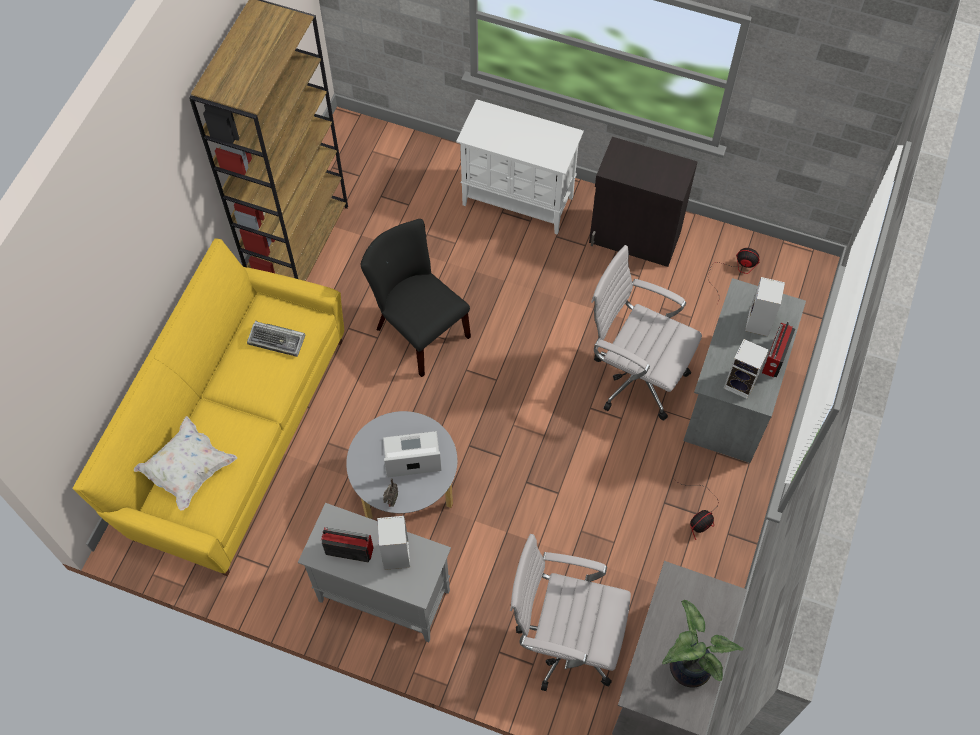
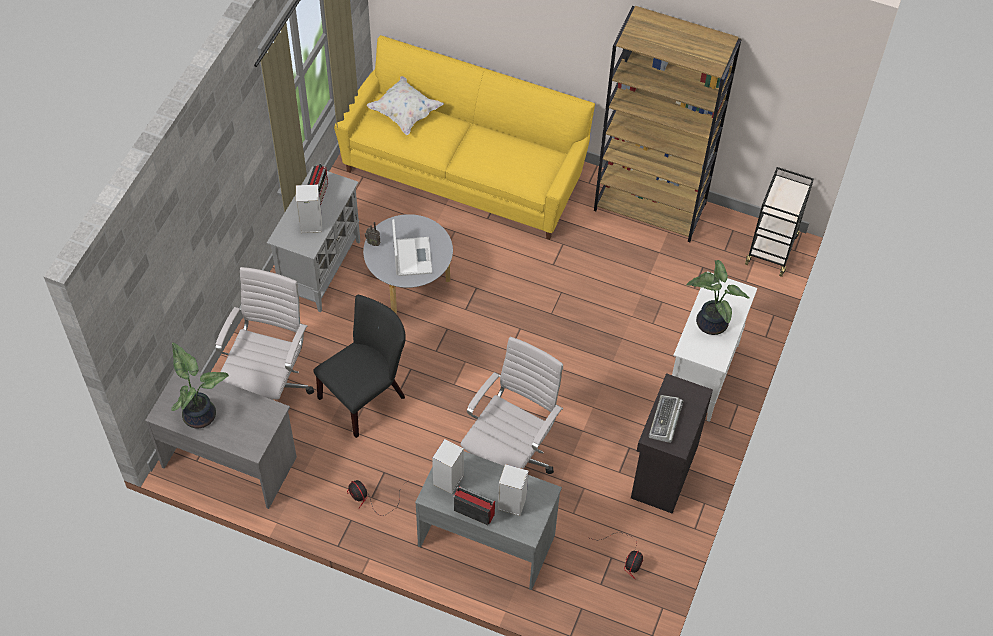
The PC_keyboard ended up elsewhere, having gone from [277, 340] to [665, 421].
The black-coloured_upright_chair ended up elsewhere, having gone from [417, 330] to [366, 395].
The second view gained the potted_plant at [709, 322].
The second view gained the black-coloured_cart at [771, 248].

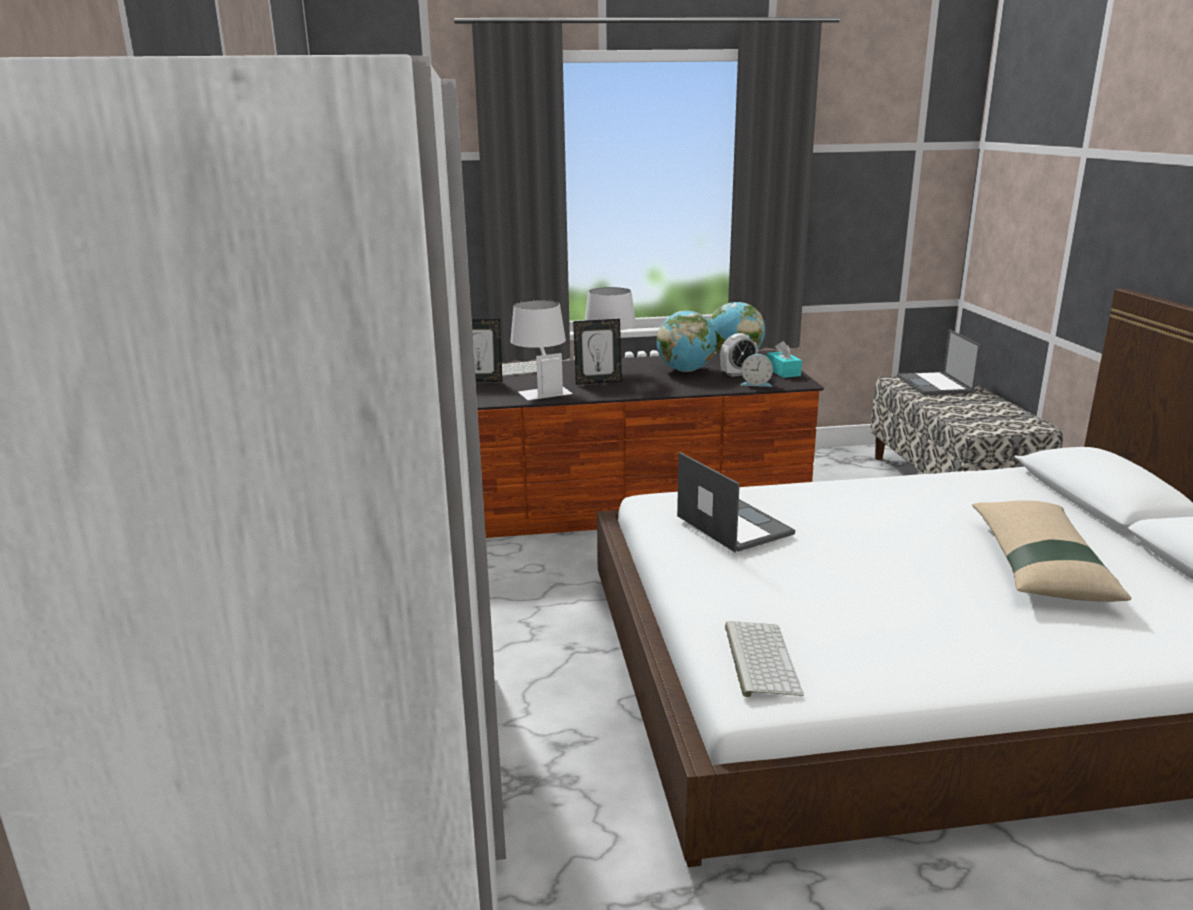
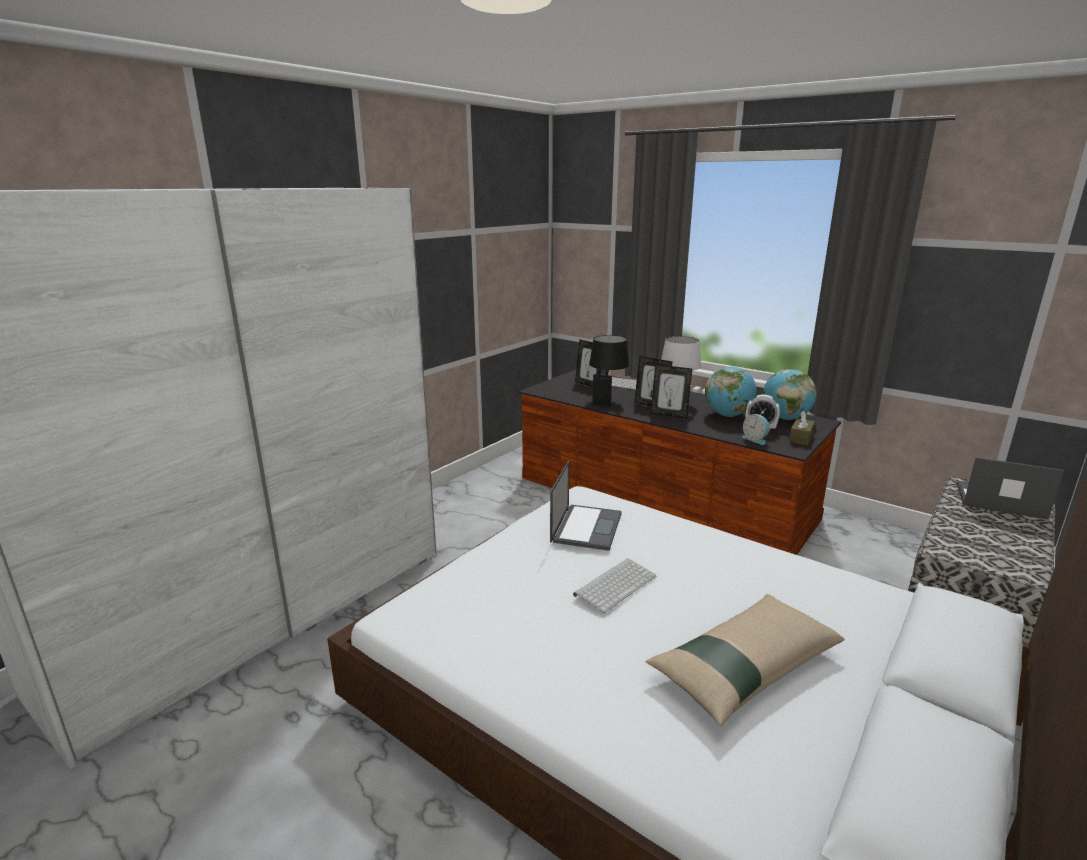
What was the white-coloured_lamp_for_a_table at [541, 390] turned into the black-coloured_lamp_for_a_table at [606, 399].
The PC_keyboard ended up elsewhere, having gone from [759, 658] to [615, 584].
What was the turquoise_box_of_tissues at [783, 372] turned into the brownish_box_of_tissues at [801, 438].
The notebook_computer at [935, 385] ended up facing another way, 75 degrees clockwise from before.
The second view gained the standing_frame at [669, 414].

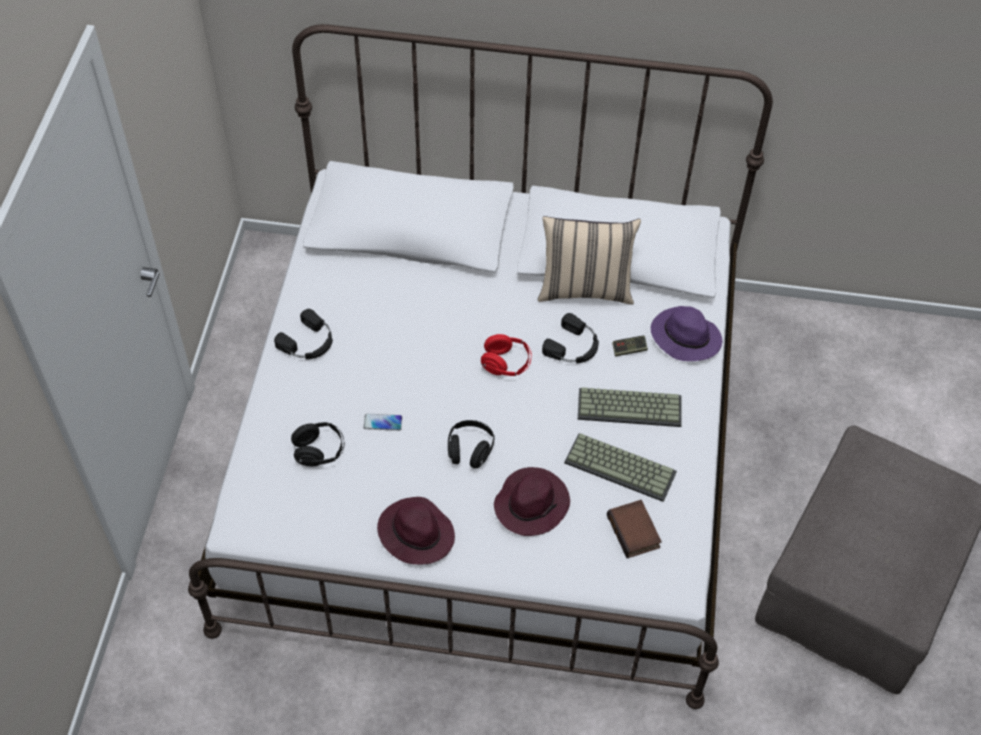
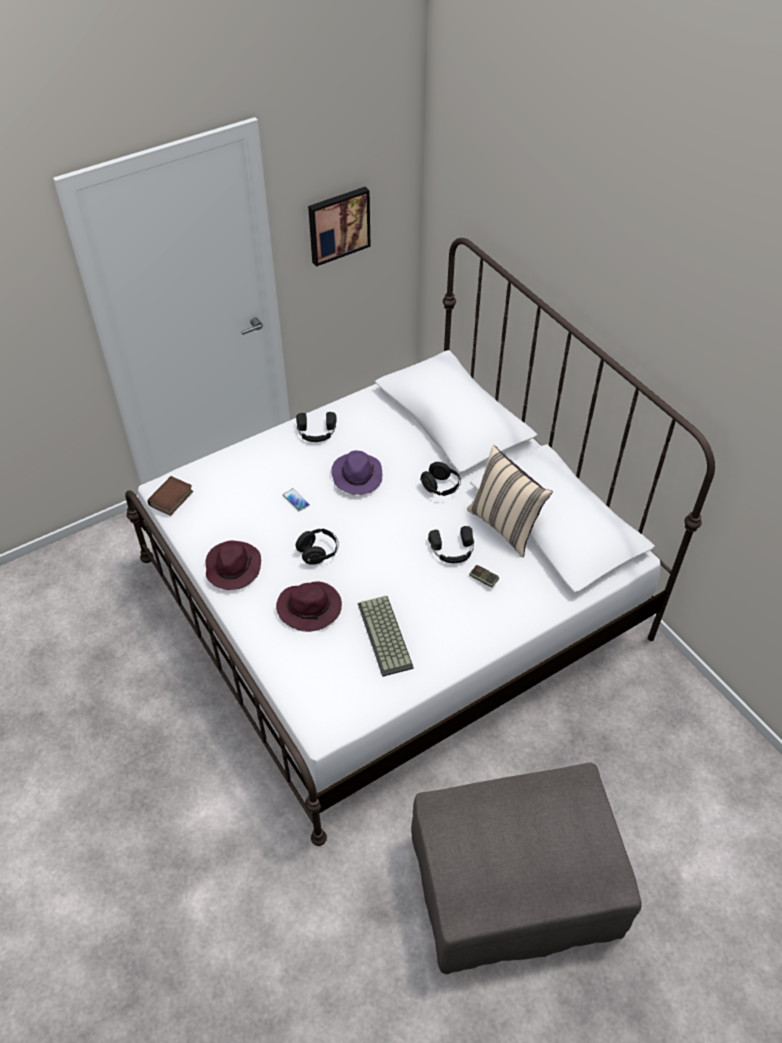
The black-coloured_headphones ended up elsewhere, having gone from [319, 451] to [440, 487].
The second view lost the red_headphones at [506, 364].
The second view lost the PC_keyboard at [630, 406].
The book ended up elsewhere, having gone from [635, 532] to [172, 499].
The purple_hat ended up elsewhere, having gone from [684, 337] to [357, 476].
The second view gained the picture at [338, 225].

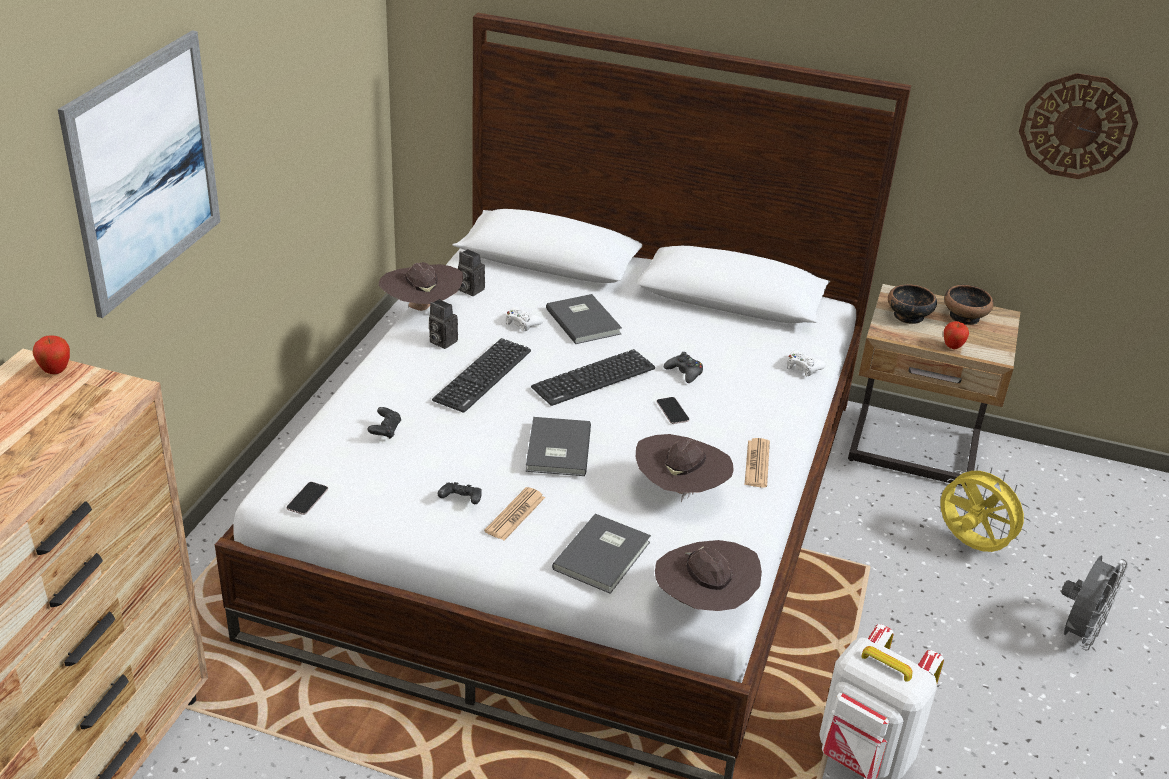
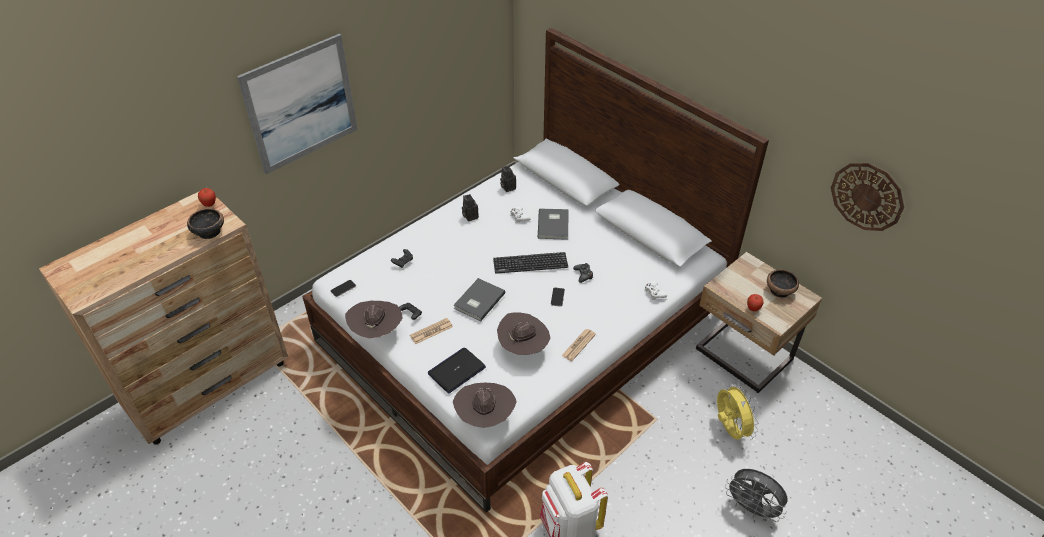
The brownish_hat ended up elsewhere, having gone from [422, 309] to [377, 331].
The second view lost the PC_keyboard at [483, 375].
Where the grey_book stood at [604, 555], the notebook_computer came to stand at [456, 370].
The bowl ended up elsewhere, having gone from [908, 316] to [209, 232].
The grey_fan at [1078, 634] ended up facing another way, 60 degrees clockwise from before.

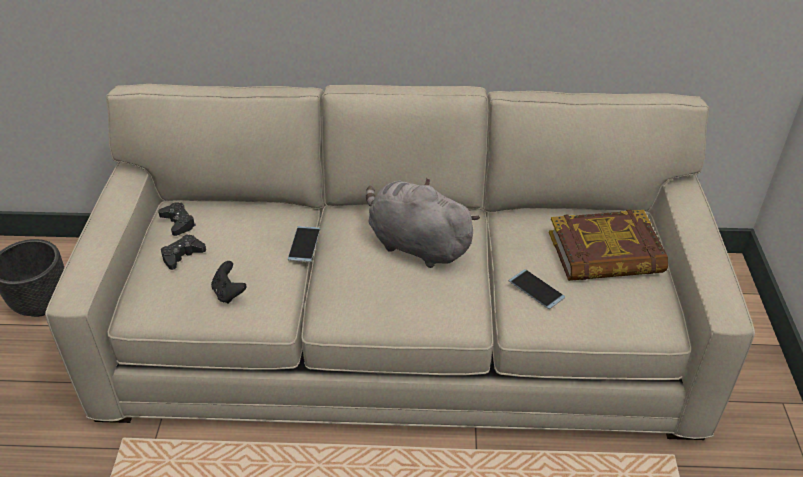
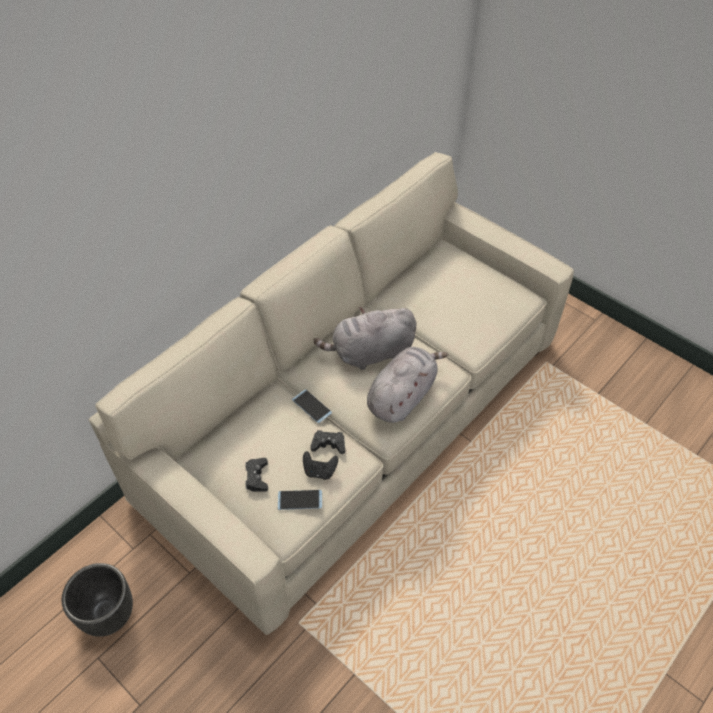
The black-coloured_joypad ended up elsewhere, having gone from [178, 222] to [329, 444].
The telephone ended up elsewhere, having gone from [536, 289] to [300, 500].
The second view lost the book at [605, 254].
The second view gained the grey_plush_toy at [402, 396].

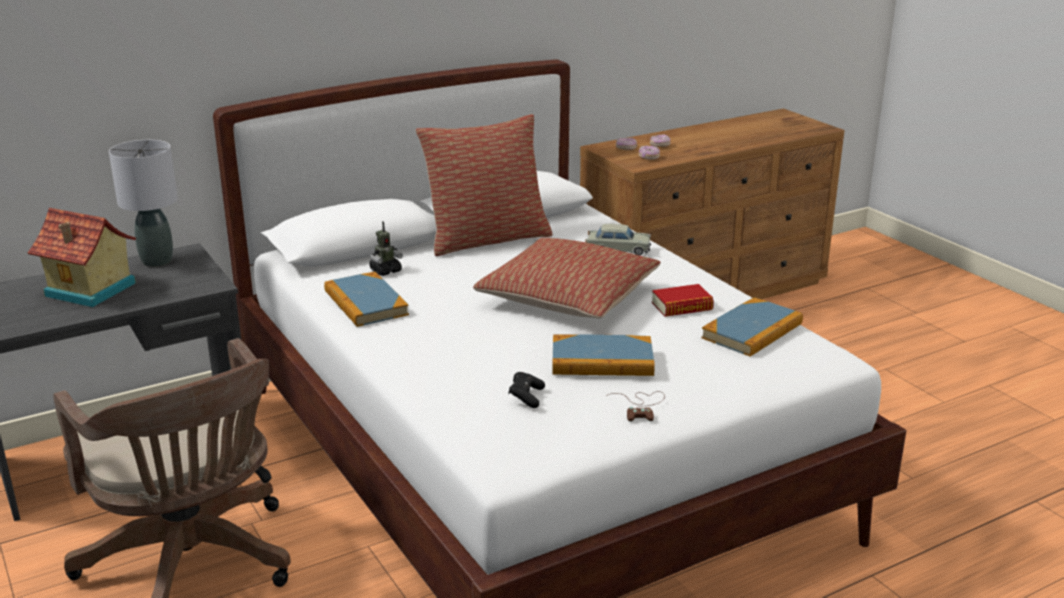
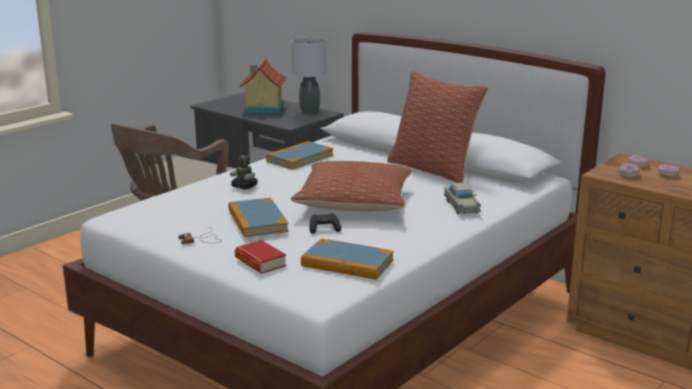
The toy_robot ended up elsewhere, having gone from [385, 271] to [244, 186].
The black-coloured_joypad ended up elsewhere, having gone from [526, 397] to [324, 229].
The book ended up elsewhere, having gone from [682, 306] to [260, 262].

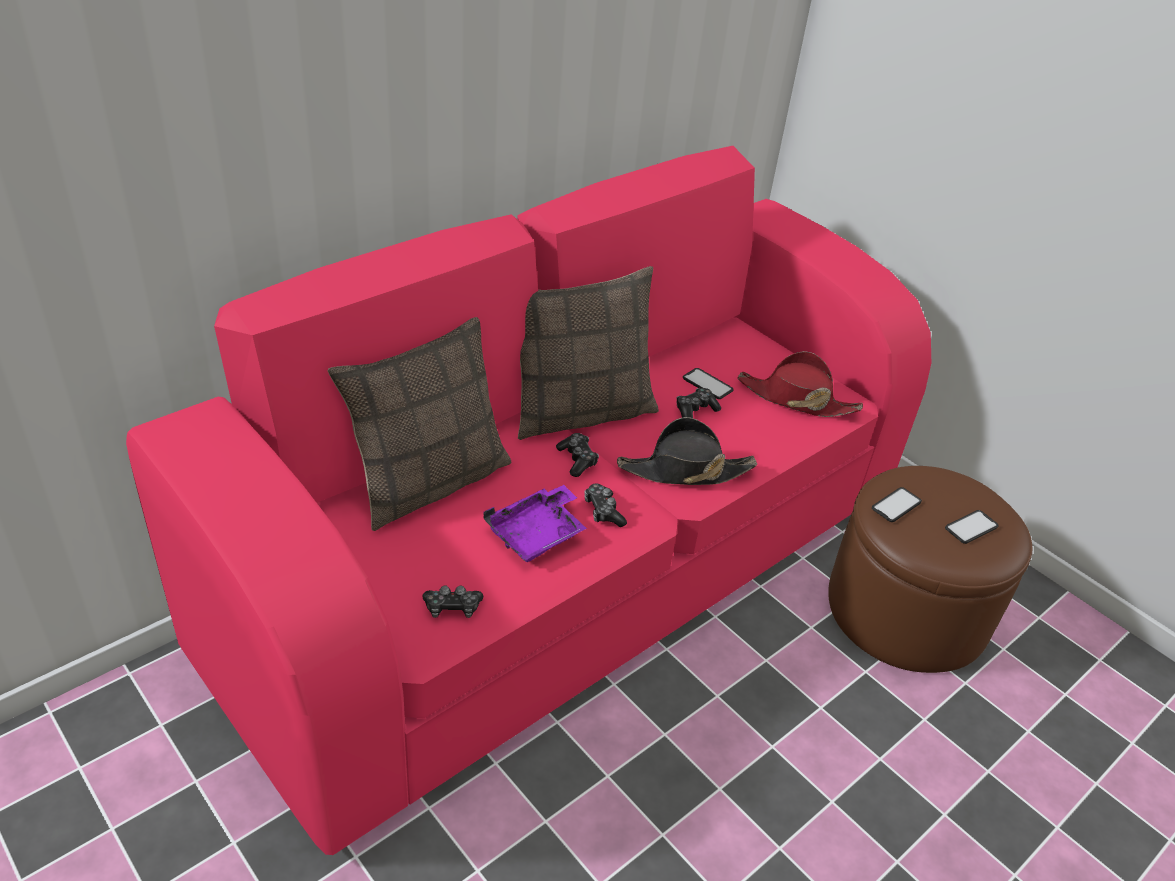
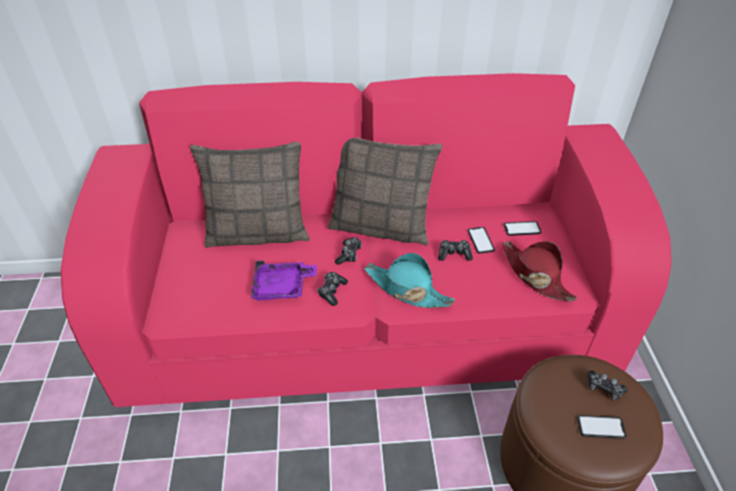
The joypad ended up elsewhere, having gone from [452, 608] to [604, 388].
What was the black-coloured_hat at [685, 471] turned into the turquoise_hat at [407, 289].
The telephone ended up elsewhere, having gone from [896, 505] to [522, 229].

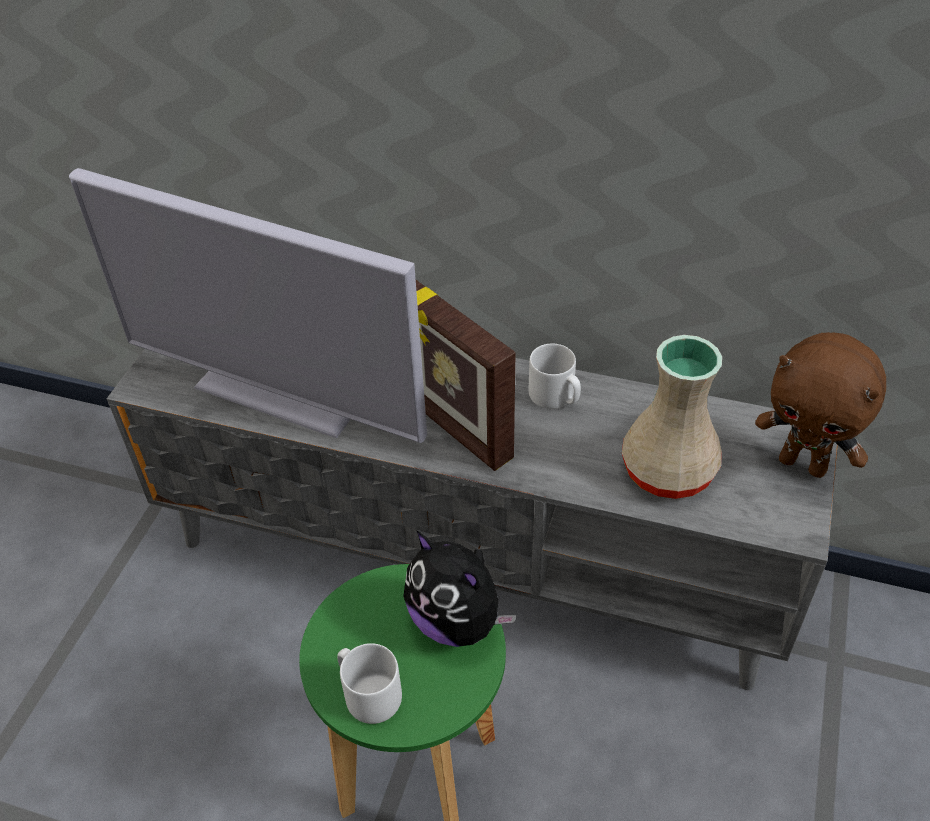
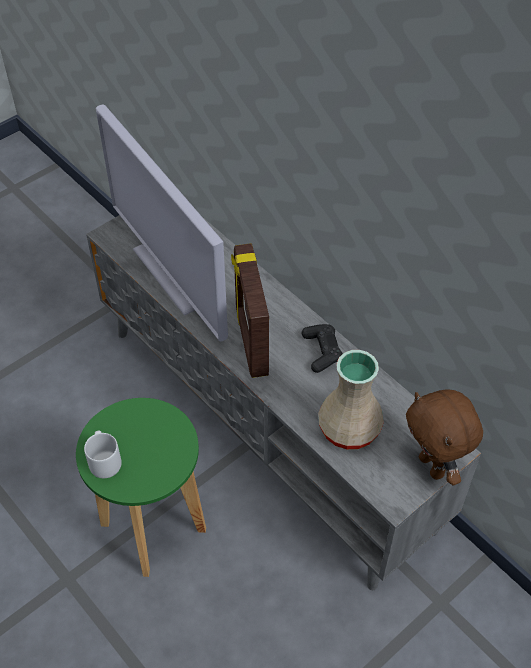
The second view lost the plush_toy at [457, 621].
Where the grey_tea_mug stood at [555, 397], the black-coloured_joypad came to stand at [322, 351].

